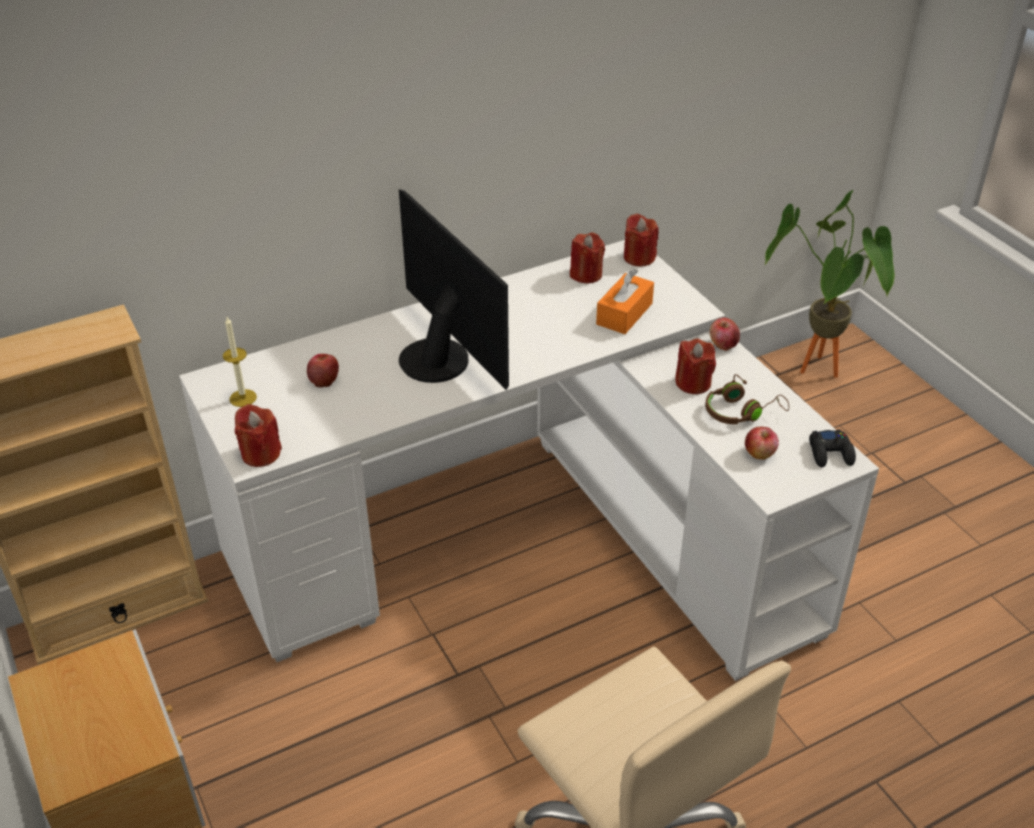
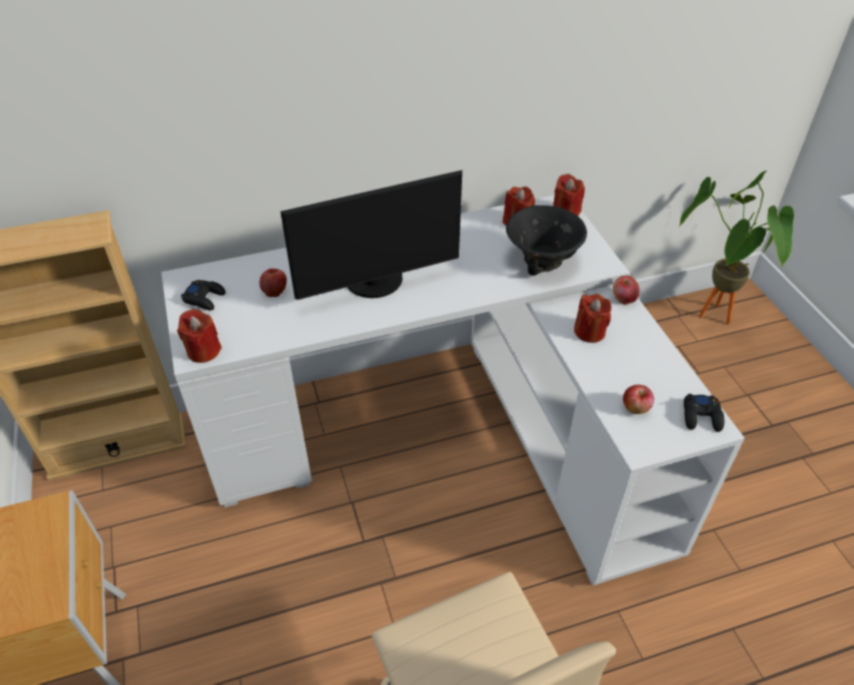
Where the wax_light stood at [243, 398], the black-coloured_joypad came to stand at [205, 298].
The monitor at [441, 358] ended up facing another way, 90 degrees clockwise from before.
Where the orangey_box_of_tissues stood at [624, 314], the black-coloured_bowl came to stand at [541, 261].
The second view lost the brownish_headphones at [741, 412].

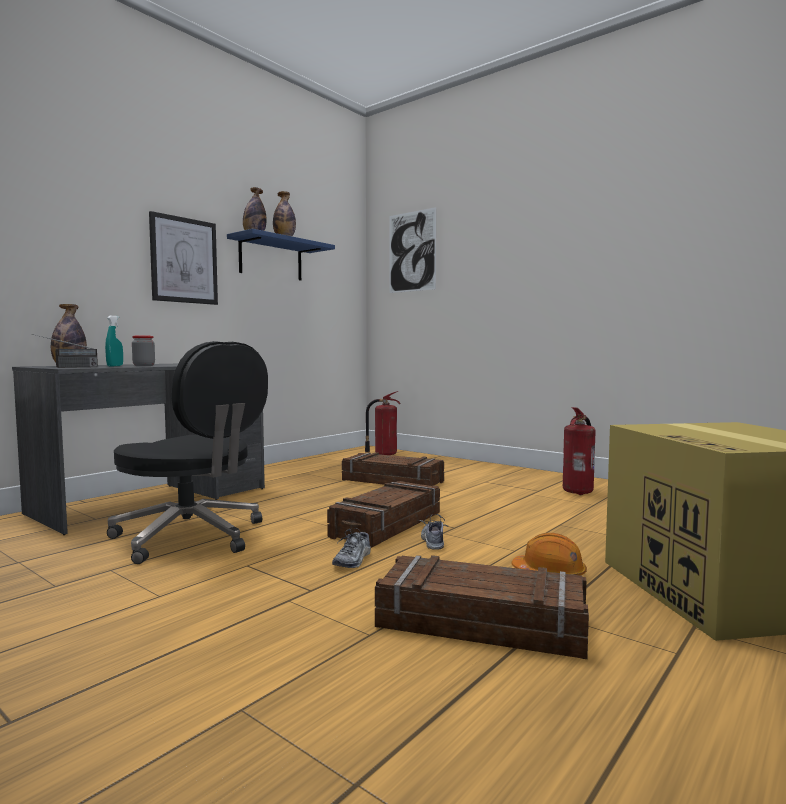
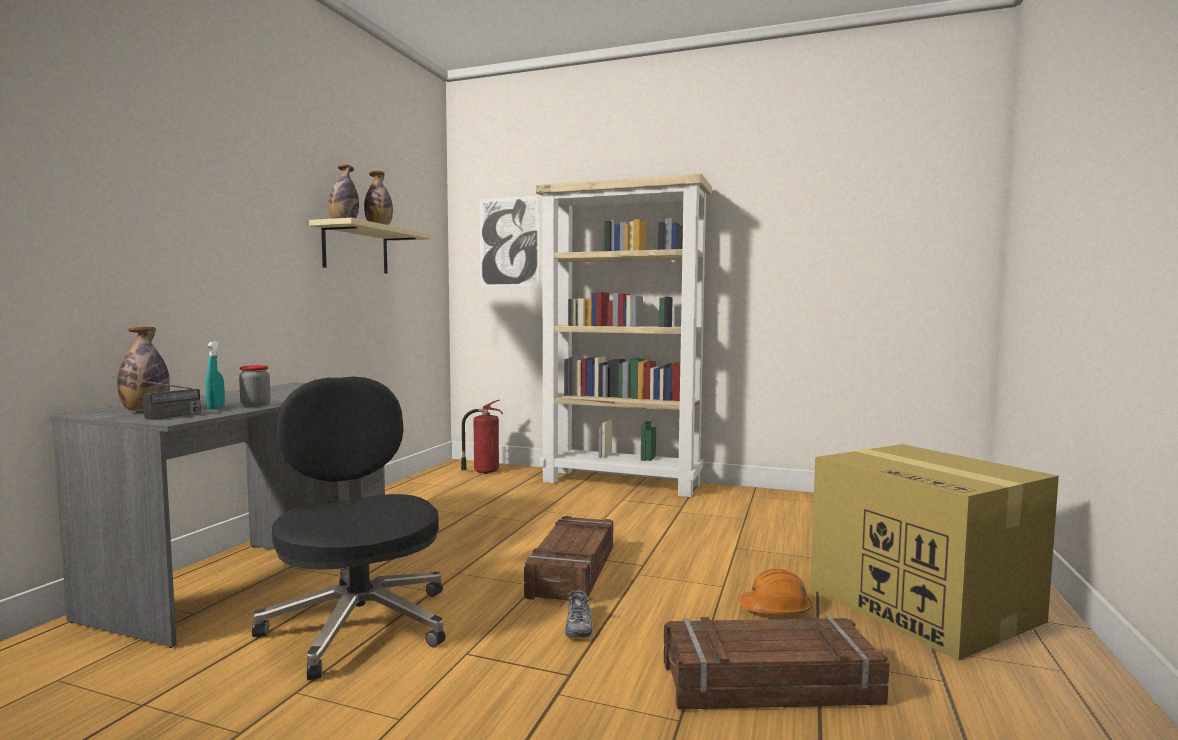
The black-coloured_computer_chair at [191, 537] ended up facing another way, 135 degrees counterclockwise from before.
The second view lost the picture at [184, 260].
What was the bluish_bracket_shelf at [271, 259] turned into the beige_bracket_shelf at [356, 249].
The second view lost the packing_crate at [392, 481].
The second view lost the item_of_footwear at [433, 541].
The second view lost the extinguisher at [579, 492].
The second view gained the beige_shelving_unit at [622, 482].

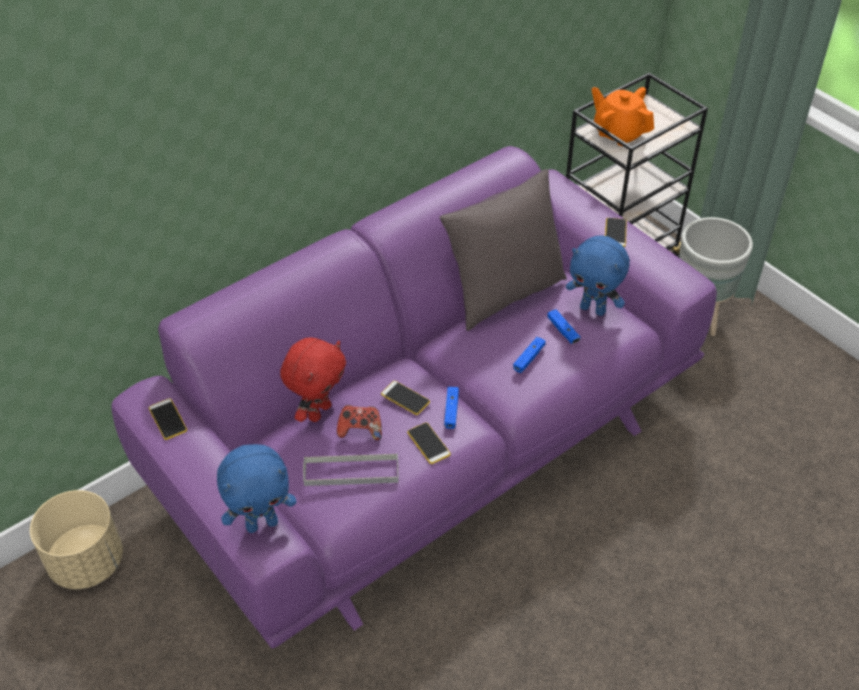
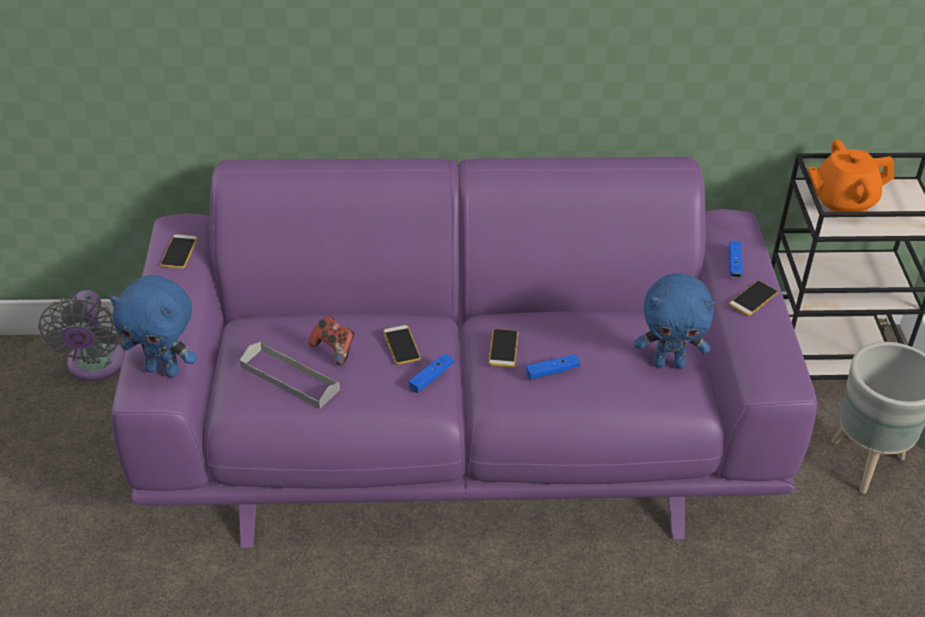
Where the beige_plant_pot stood at [87, 562], the grey_fan came to stand at [95, 366].
The second view lost the red_plush_toy at [318, 411].
The telephone ended up elsewhere, having gone from [428, 443] to [503, 348].
The second view lost the grey_cushion at [503, 294].
The bluish_joypad ended up elsewhere, having gone from [563, 330] to [734, 264].
The bluish_plush_toy at [593, 309] ended up facing another way, 60 degrees counterclockwise from before.
The orangey_pot_for_tea at [619, 133] ended up facing another way, 90 degrees counterclockwise from before.

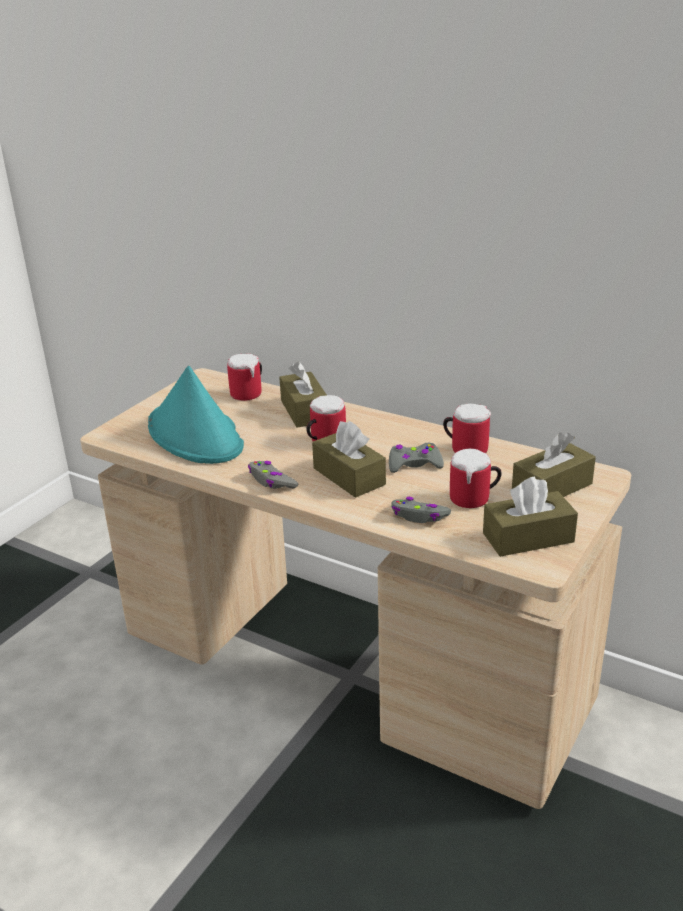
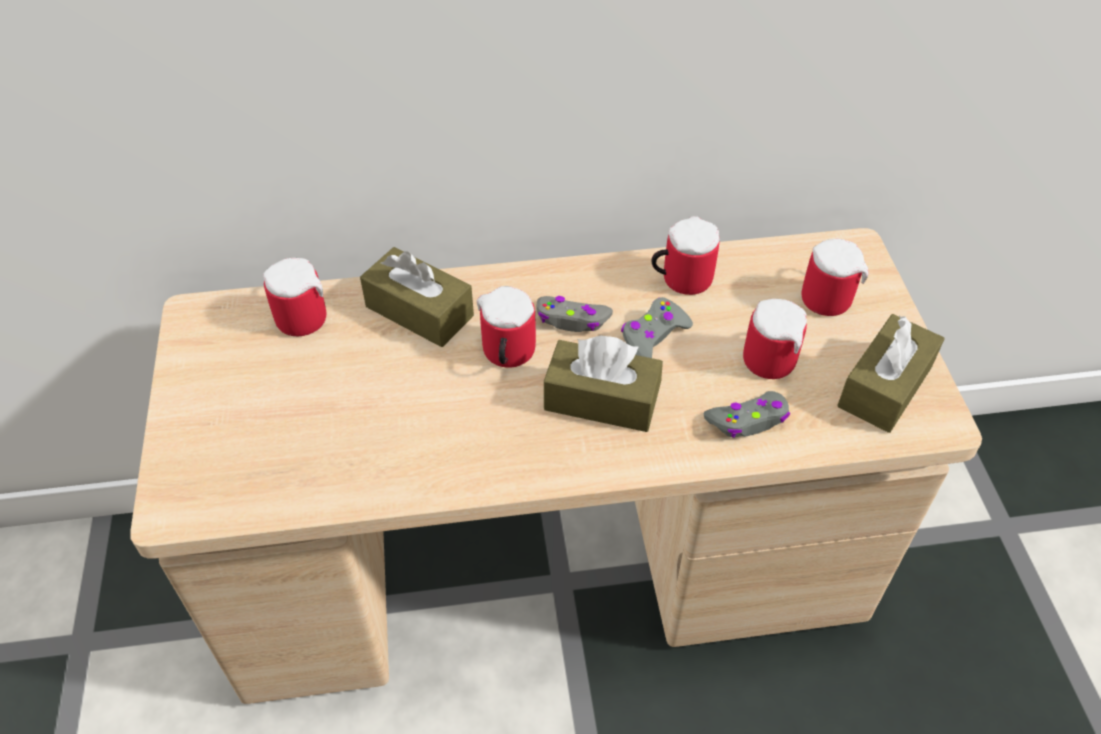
The second view lost the turquoise_hat at [195, 435].
The grey_joypad ended up elsewhere, having gone from [271, 481] to [572, 320].
Where the brownish_box_of_tissues stood at [552, 487], the tea_mug came to stand at [829, 295].

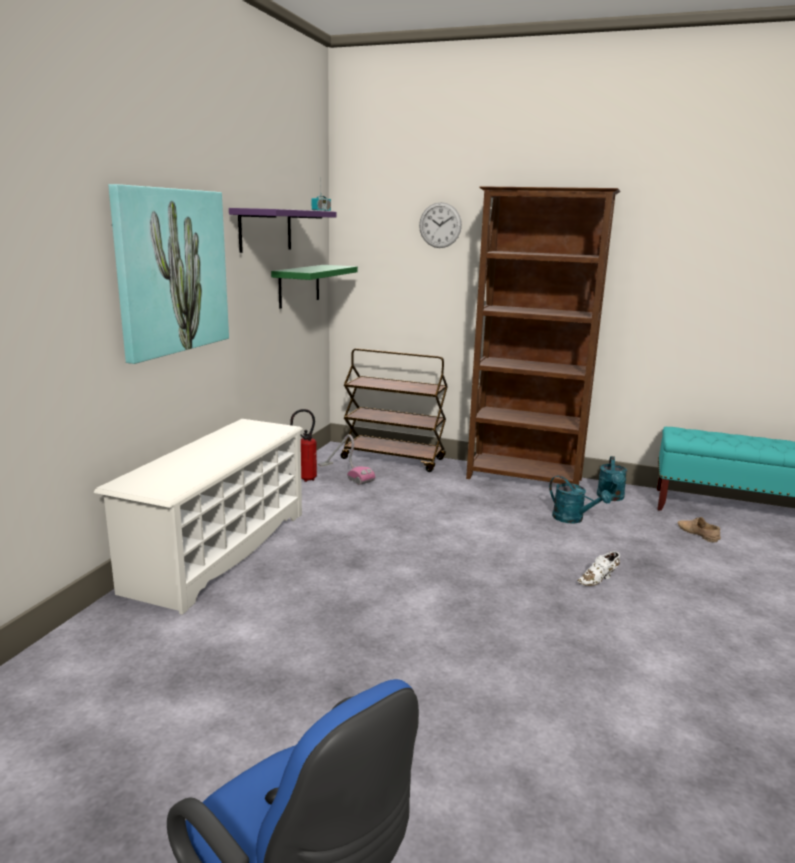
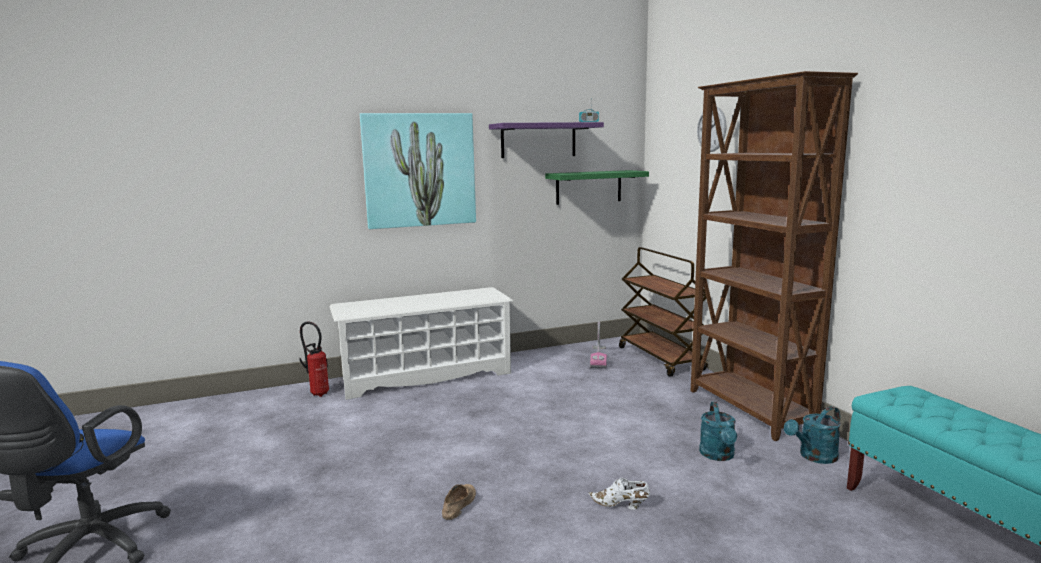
The extinguisher ended up elsewhere, having gone from [304, 479] to [318, 393].
The beige_item_of_footwear ended up elsewhere, having gone from [697, 533] to [458, 504].

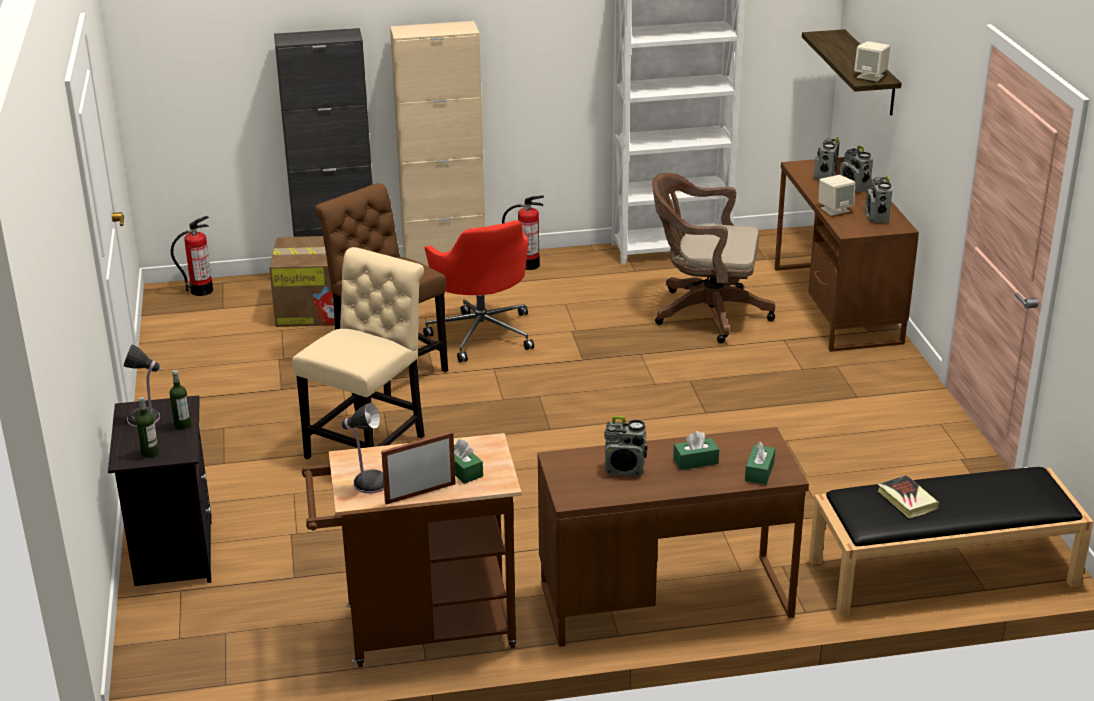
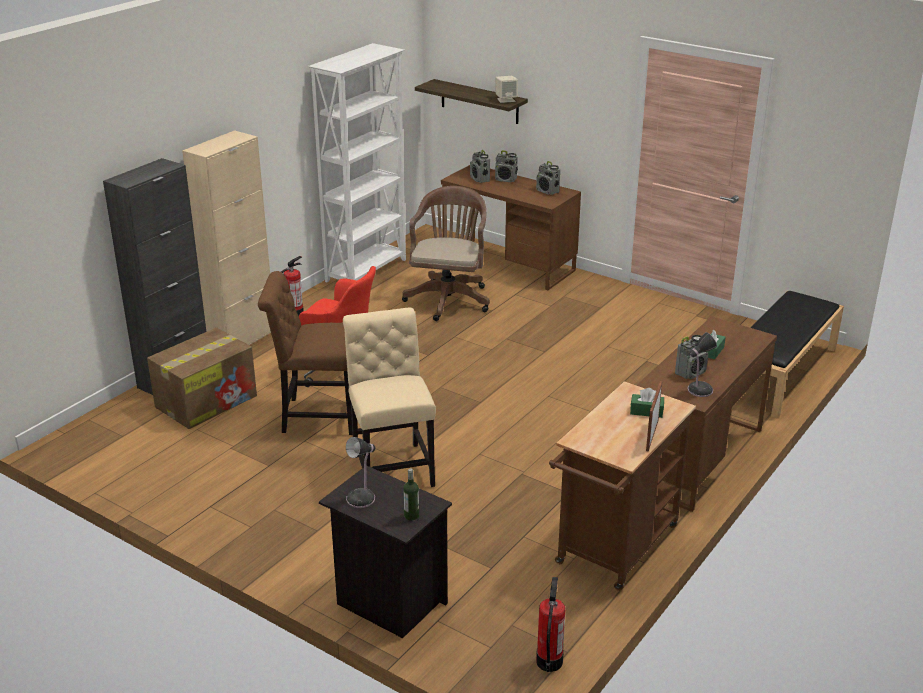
The second view lost the bottle at [182, 425].
The extinguisher ended up elsewhere, having gone from [201, 290] to [549, 662].
The lamp_for_a_table ended up elsewhere, having gone from [369, 482] to [698, 390].
The brownish_computer_chair at [705, 313] ended up facing another way, 135 degrees clockwise from before.
The second view lost the green_box_of_tissues at [759, 471].
The second view lost the beige_loudspeaker at [835, 209].
The second view lost the book at [907, 500].

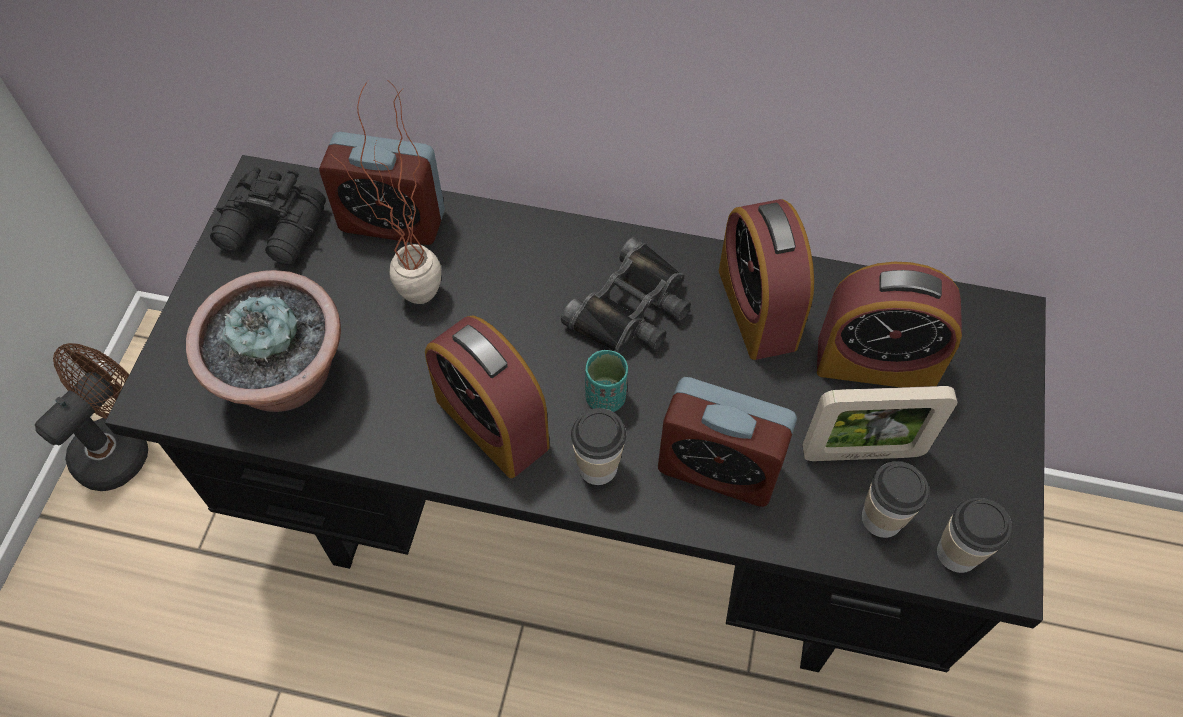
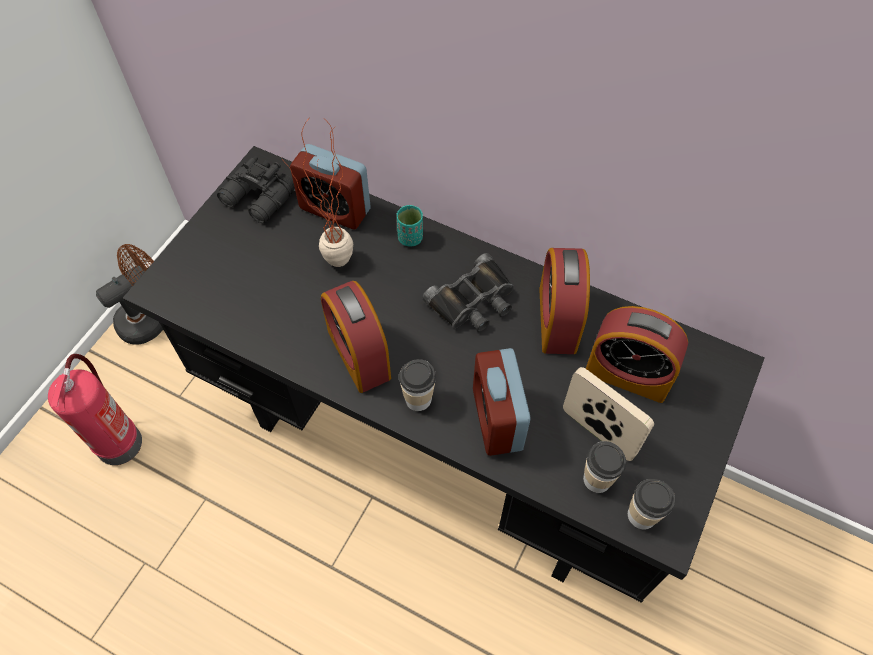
The second view lost the potted_plant at [286, 380].
The turquoise_drinking_cup ended up elsewhere, having gone from [605, 397] to [410, 238].
The table_clock at [718, 468] ended up facing another way, 45 degrees clockwise from before.
The standing_frame at [862, 453] ended up facing another way, 150 degrees counterclockwise from before.
The second view gained the extinguisher at [118, 441].

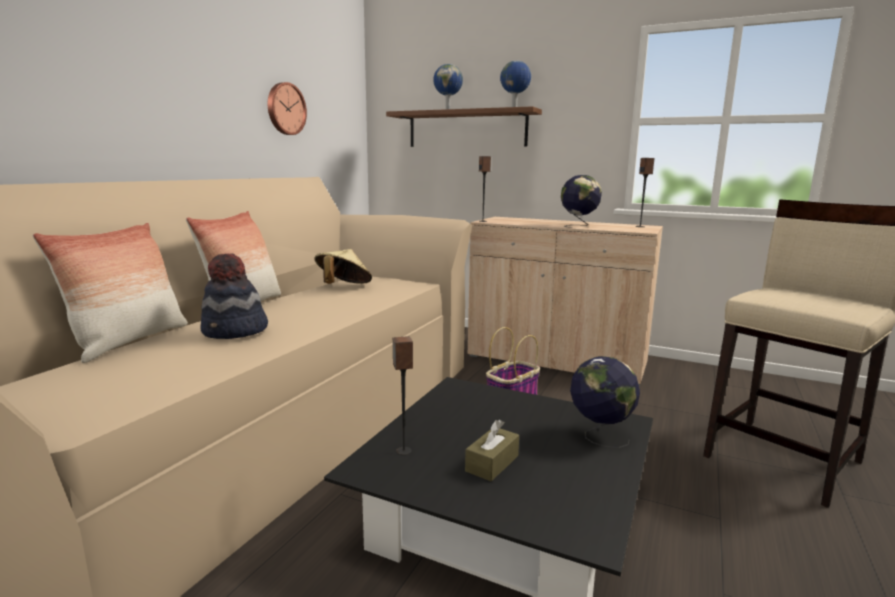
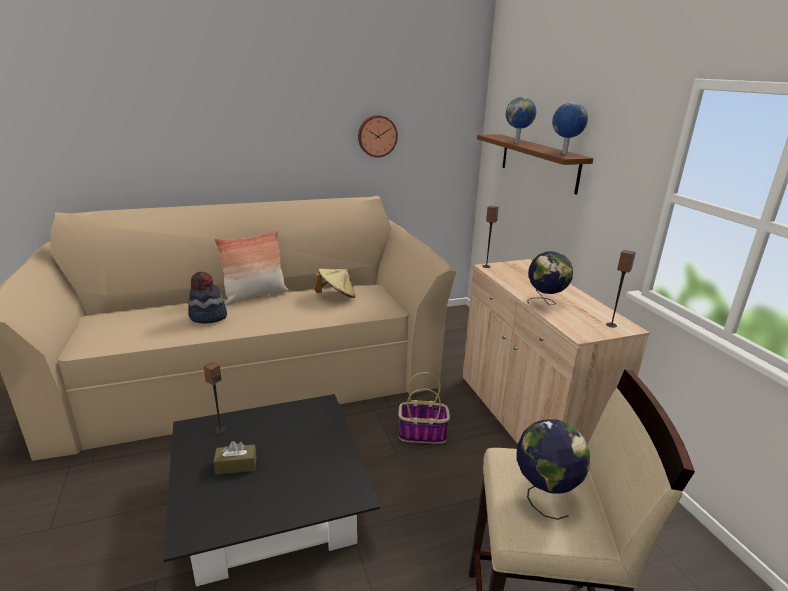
The second view lost the cushion at [129, 341].
The desk_globe ended up elsewhere, having gone from [599, 436] to [544, 496].

